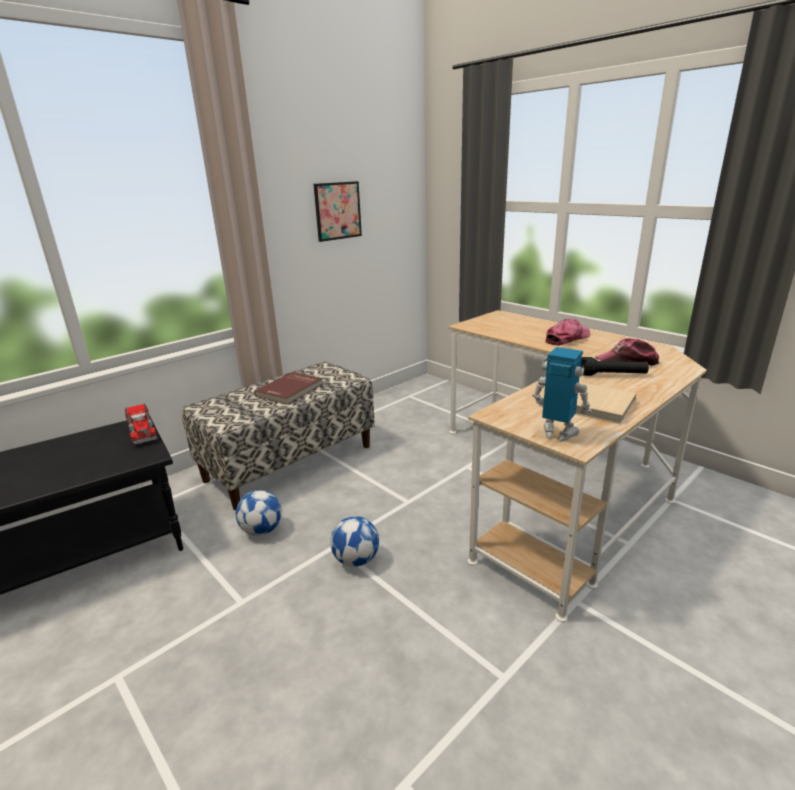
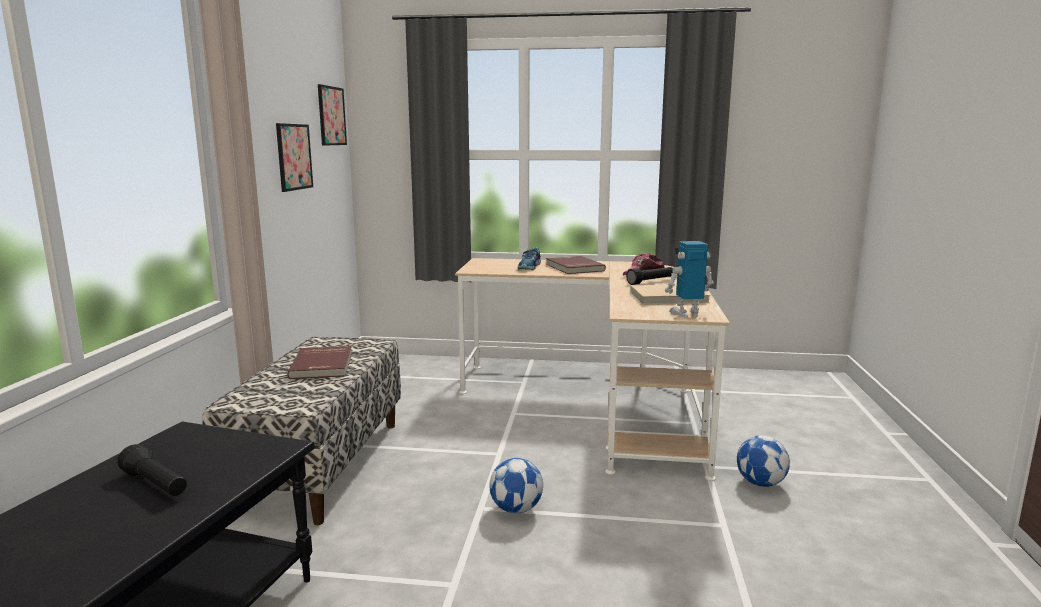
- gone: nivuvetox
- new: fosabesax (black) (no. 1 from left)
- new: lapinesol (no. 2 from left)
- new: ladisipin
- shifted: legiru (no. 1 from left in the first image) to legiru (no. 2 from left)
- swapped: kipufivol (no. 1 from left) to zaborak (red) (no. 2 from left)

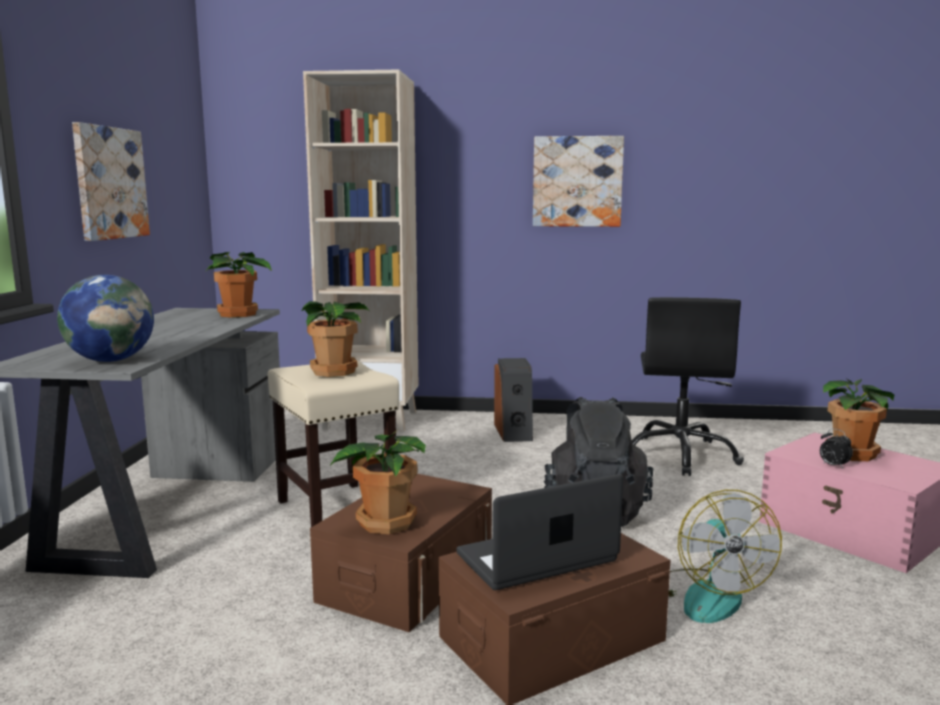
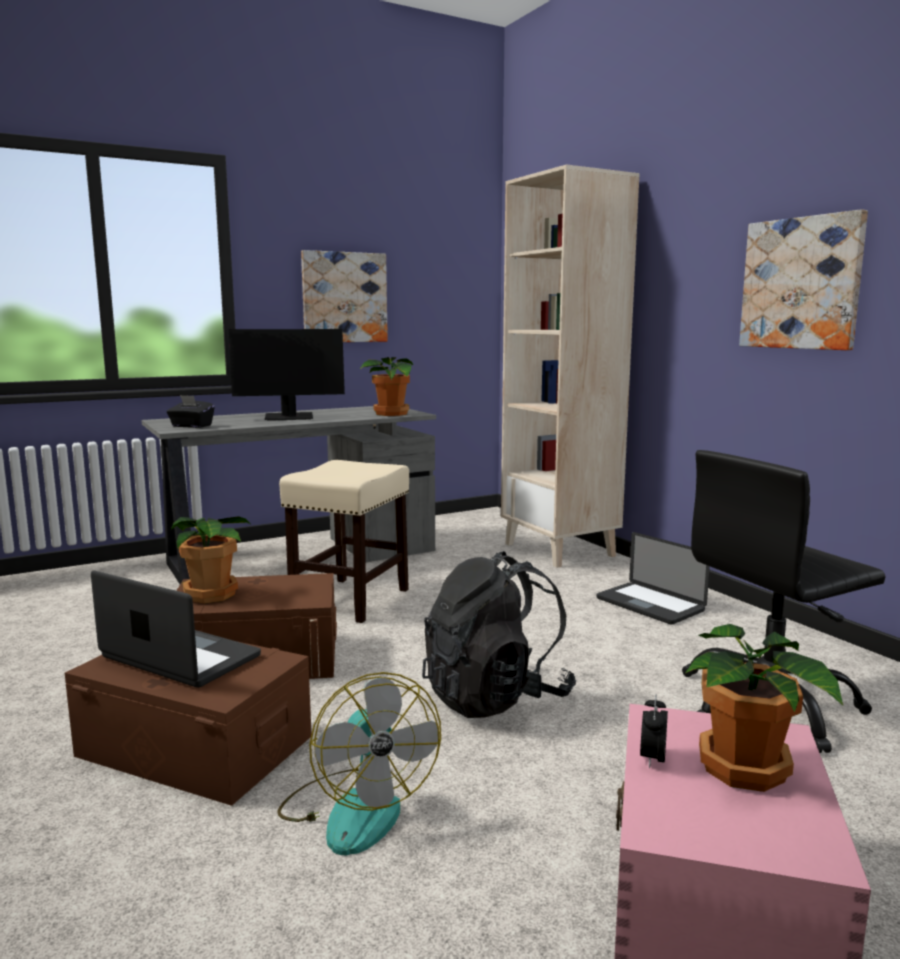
- gone: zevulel (no. 2 from left)
- new: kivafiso
- swapped: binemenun to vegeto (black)
- swapped: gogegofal to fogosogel (no. 2 from left)
- rotated: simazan 75 degrees counterclockwise

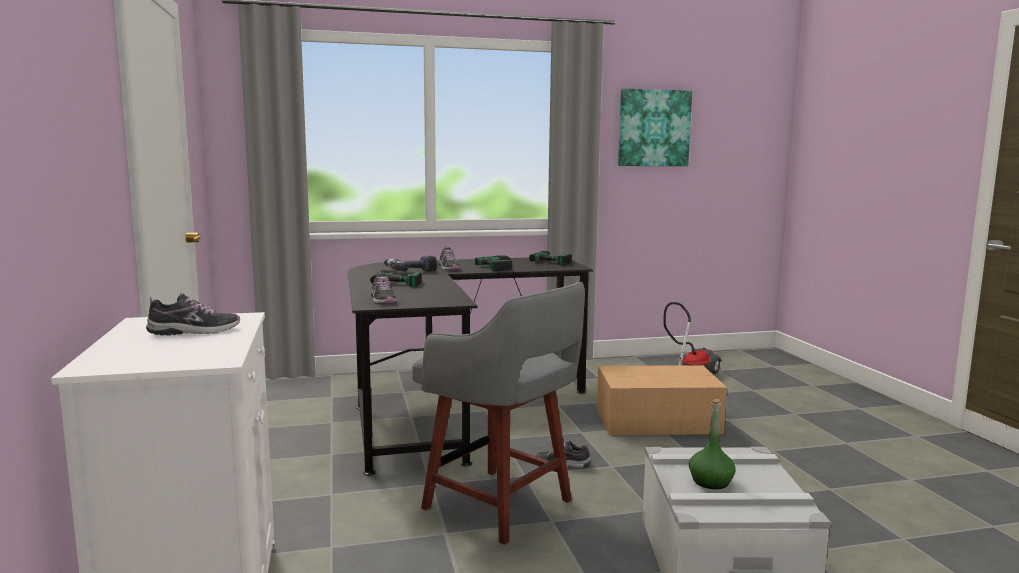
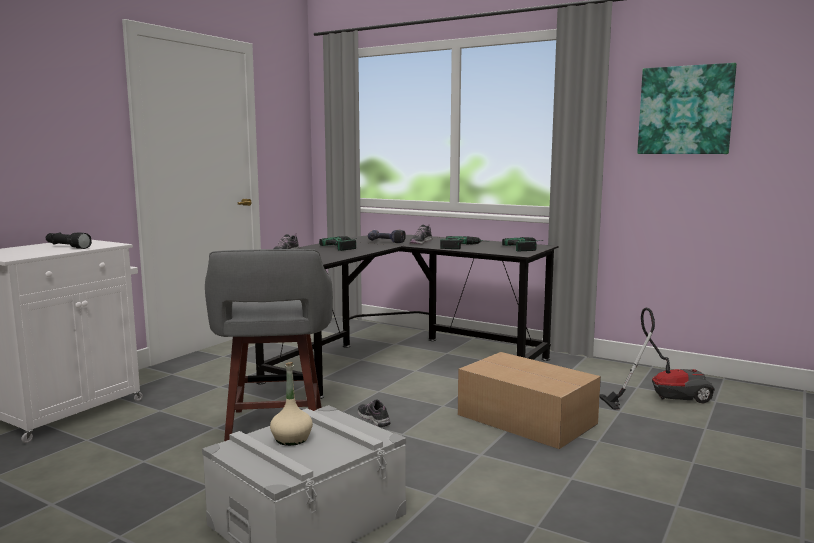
- swapped: ladisipin (no. 1 from left) to fosabesax (black)
- repainted: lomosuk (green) to lomosuk (beige)

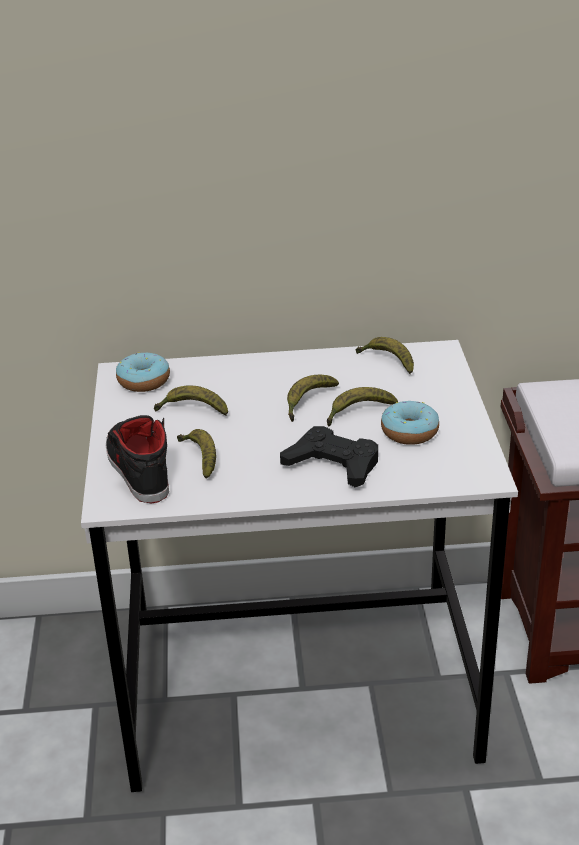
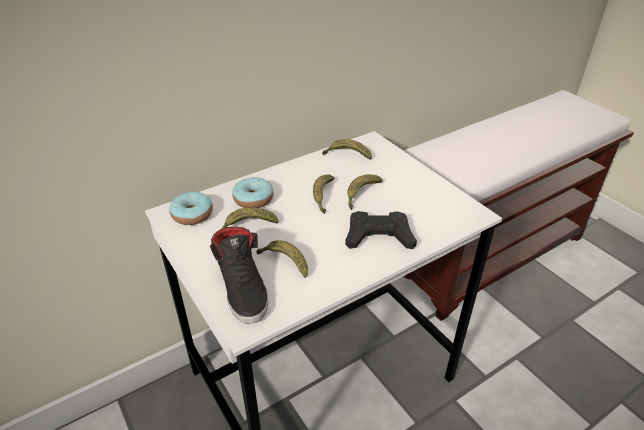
- shifted: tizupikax (no. 2 from left)
- rotated: ladisipin (black) 150 degrees counterclockwise

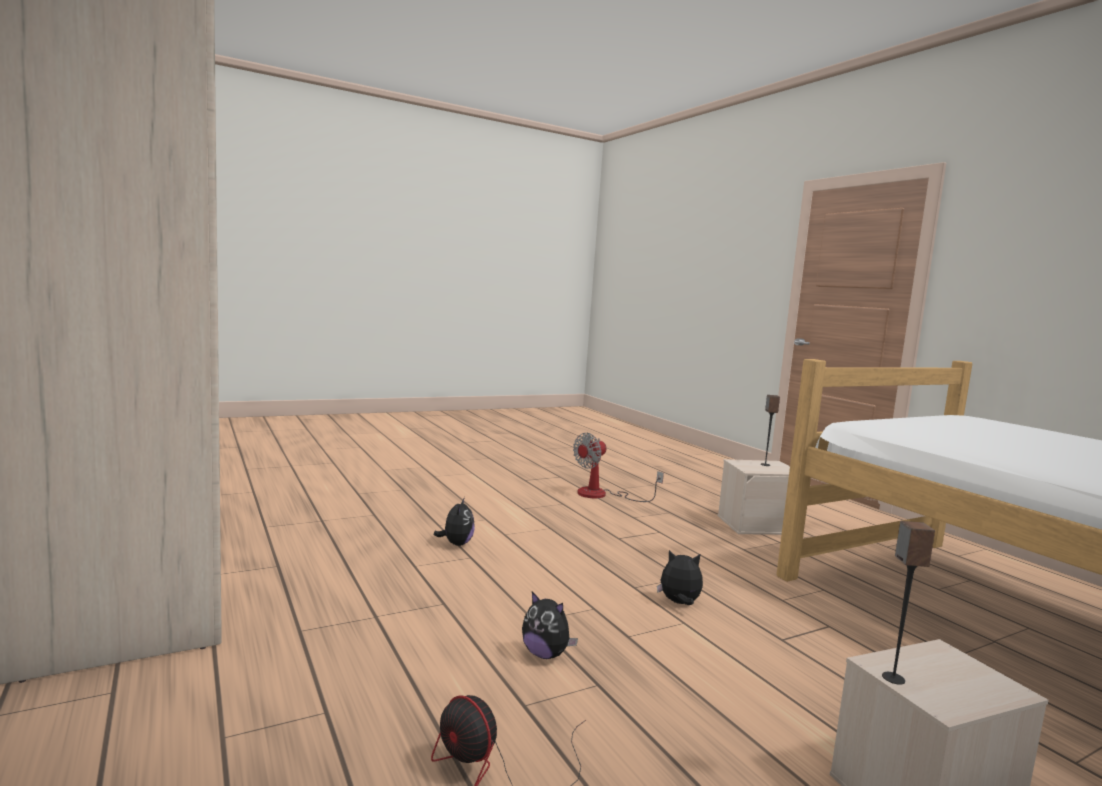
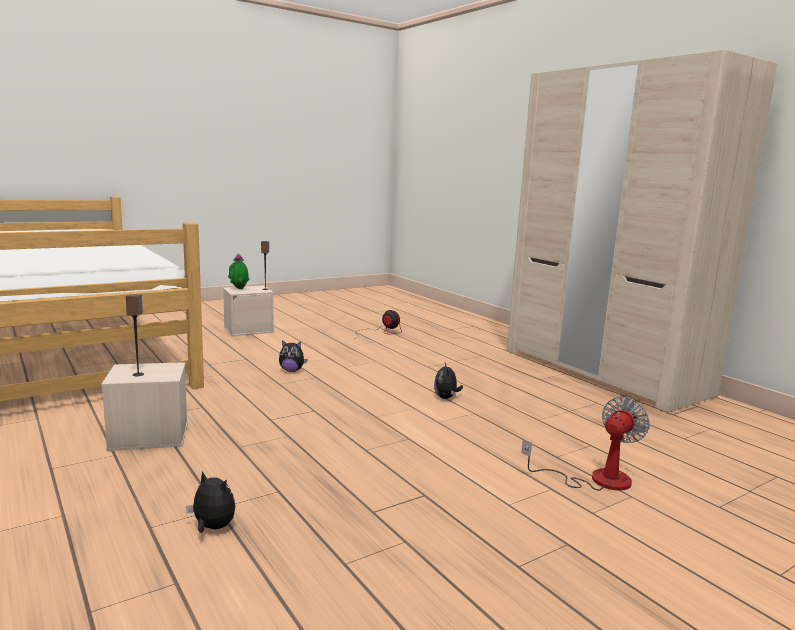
- new: zevulel
- shifted: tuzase (no. 2 from left in the first image) to tuzase (no. 1 from left)
- shifted: simazan (no. 2 from left)

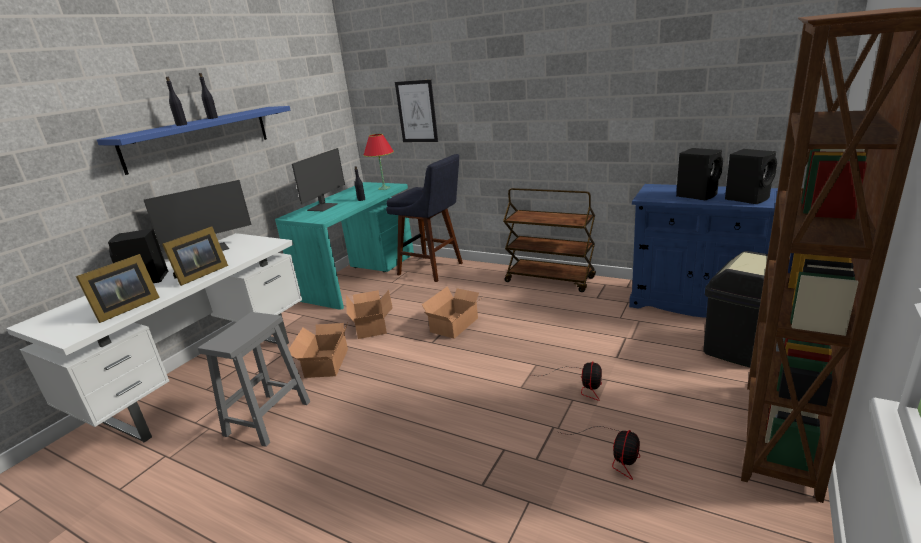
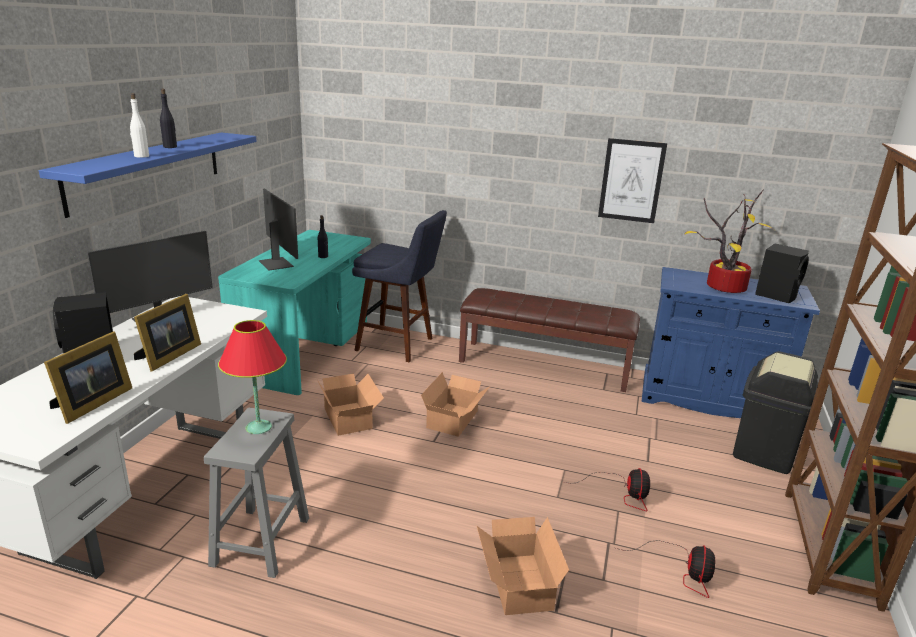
- shifted: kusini (no. 1 from left in the first image) to kusini (no. 3 from left)
- shifted: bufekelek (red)
- shifted: lapinesol
- swapped: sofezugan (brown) to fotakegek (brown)
- swapped: gogegofal (black) (no. 2 from left) to zevulel
- repainted: lomosuk (black) (no. 1 from left) to lomosuk (white)
- rotated: kivafiso (no. 2 from left) 45 degrees counterclockwise

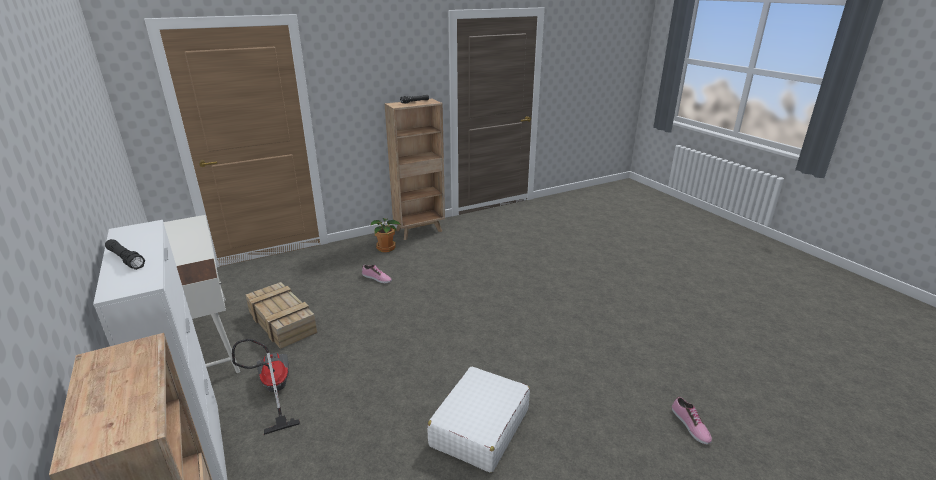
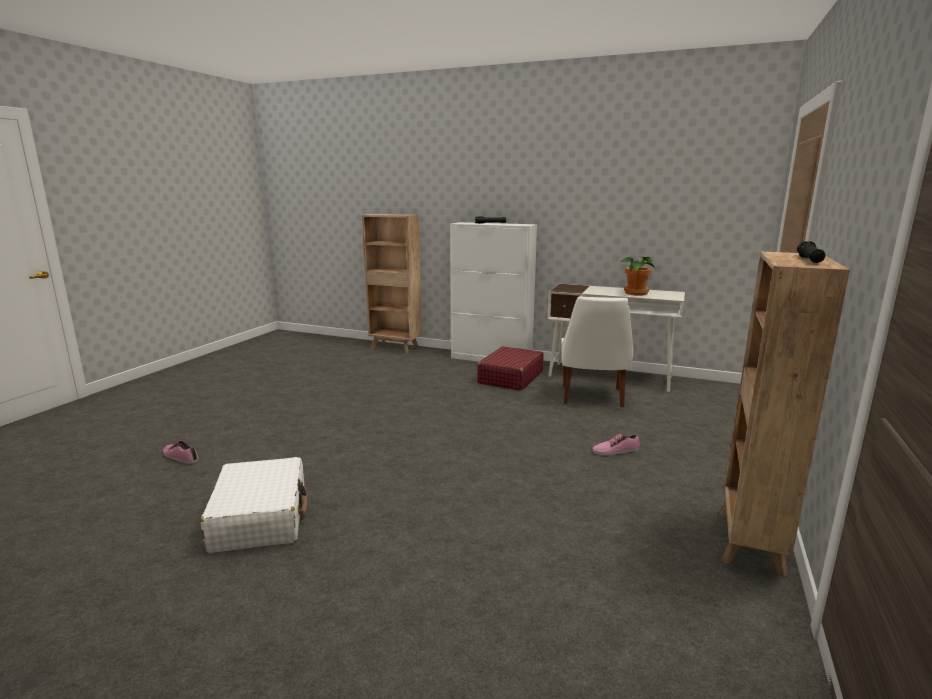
- shifted: zevulel
- shifted: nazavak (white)
- swapped: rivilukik to nazavak (red)
- swapped: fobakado to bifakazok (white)

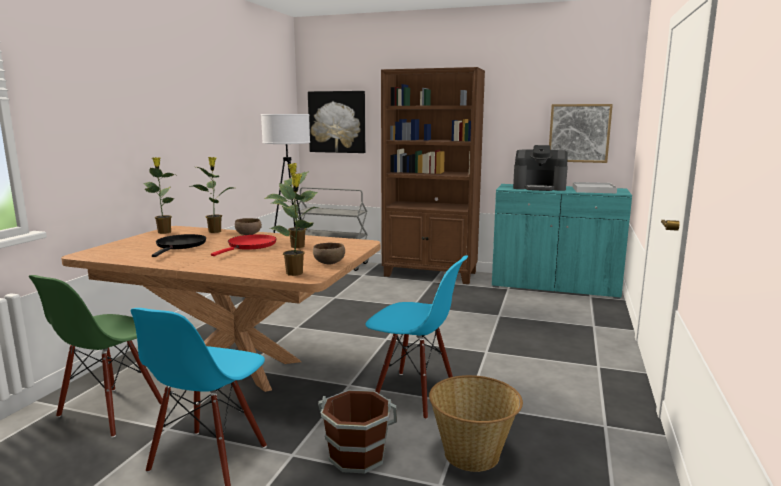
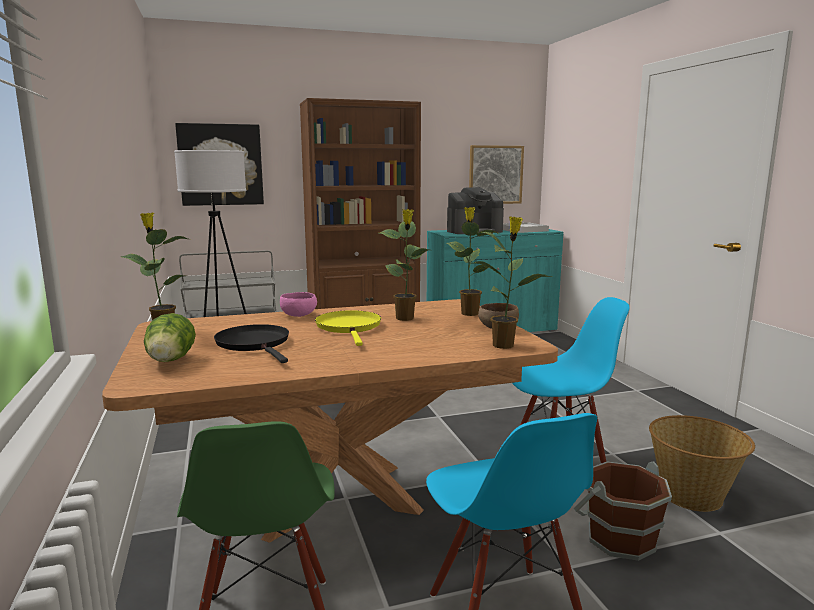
- new: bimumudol
- shifted: zevulel (no. 2 from left in the first image) to zevulel (no. 3 from left)
- repainted: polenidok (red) to polenidok (yellow)
- repainted: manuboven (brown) (no. 1 from left) to manuboven (pink)

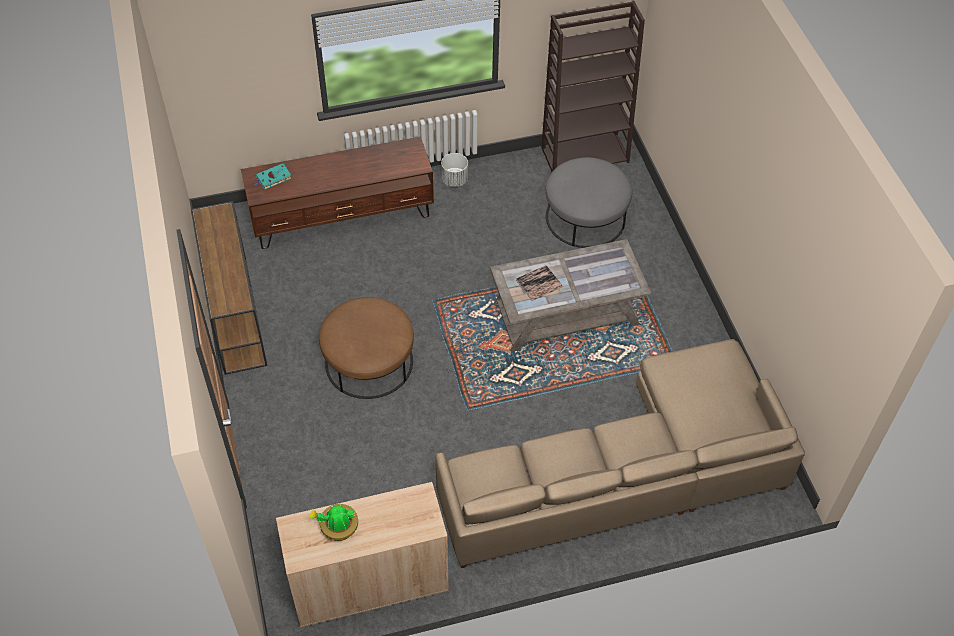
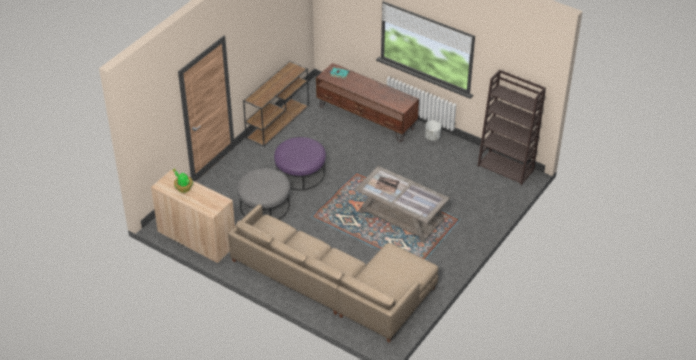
- shifted: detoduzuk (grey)
- repainted: detoduzuk (brown) to detoduzuk (purple)

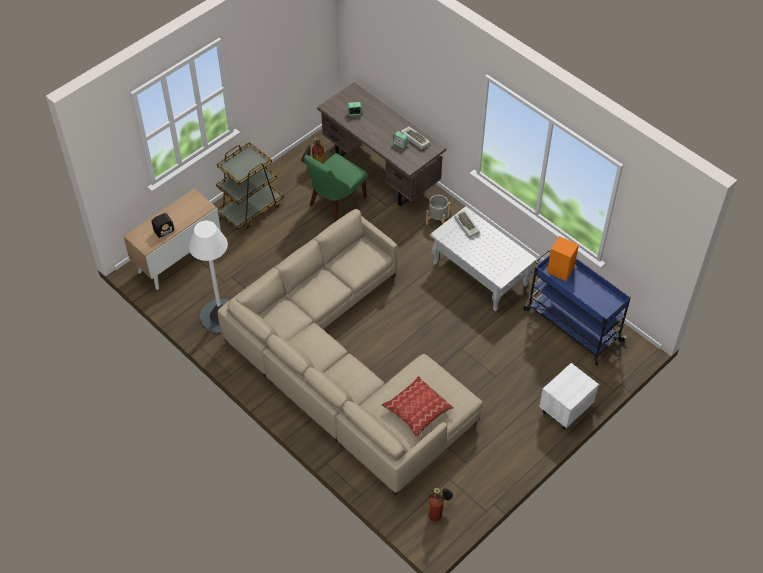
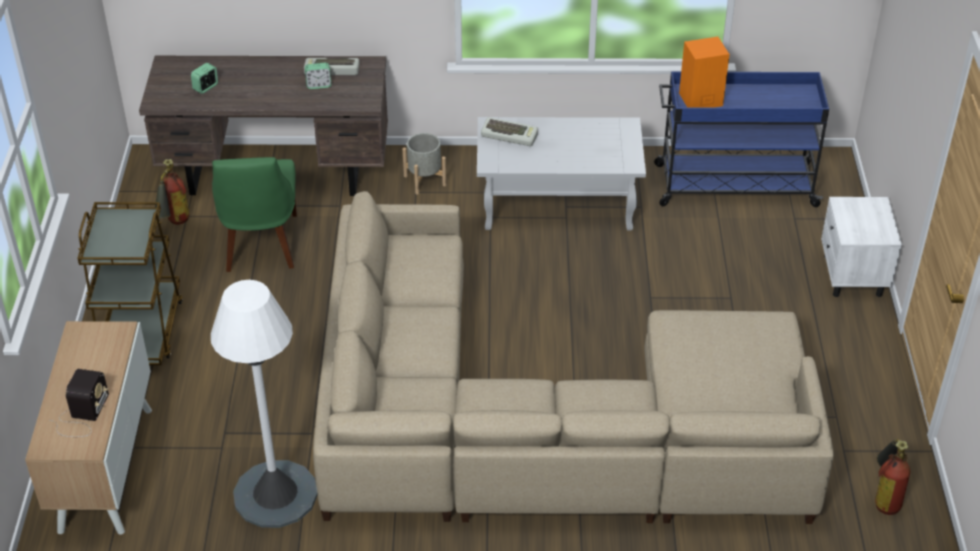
- gone: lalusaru

